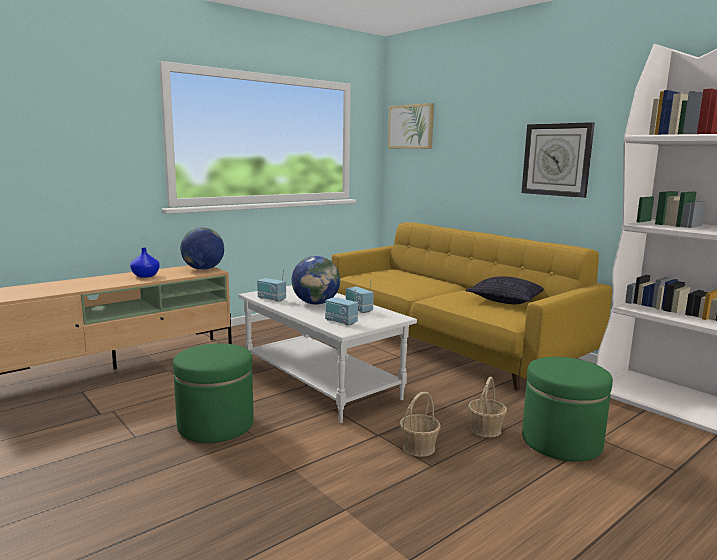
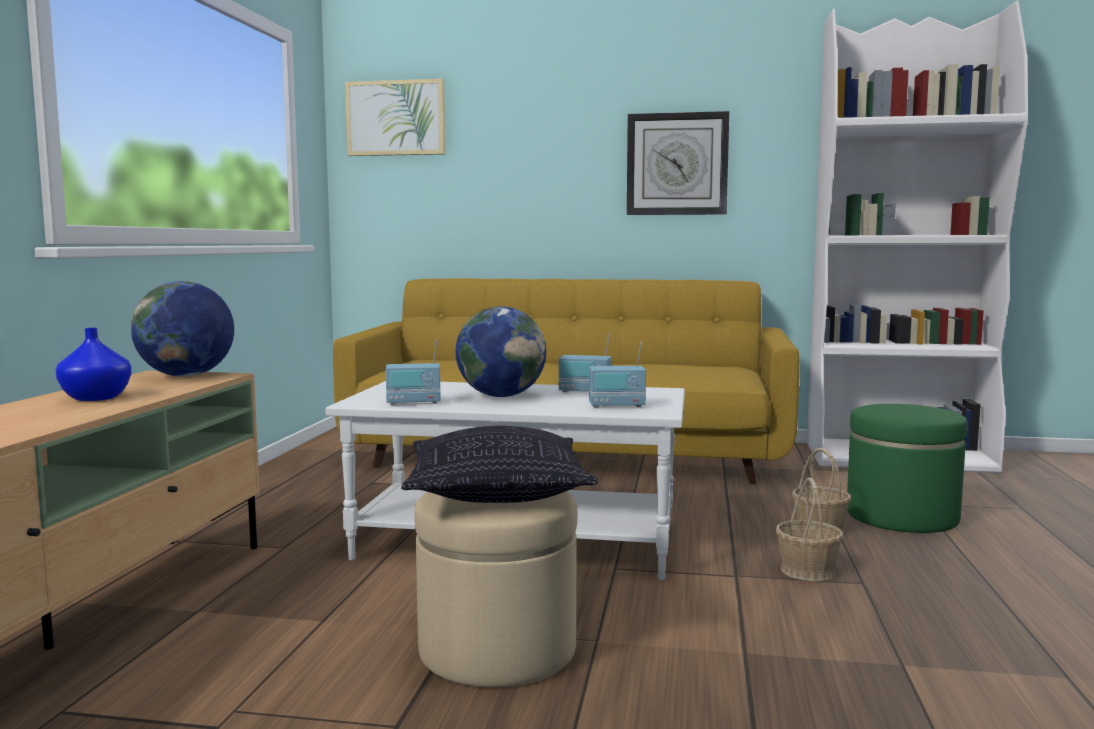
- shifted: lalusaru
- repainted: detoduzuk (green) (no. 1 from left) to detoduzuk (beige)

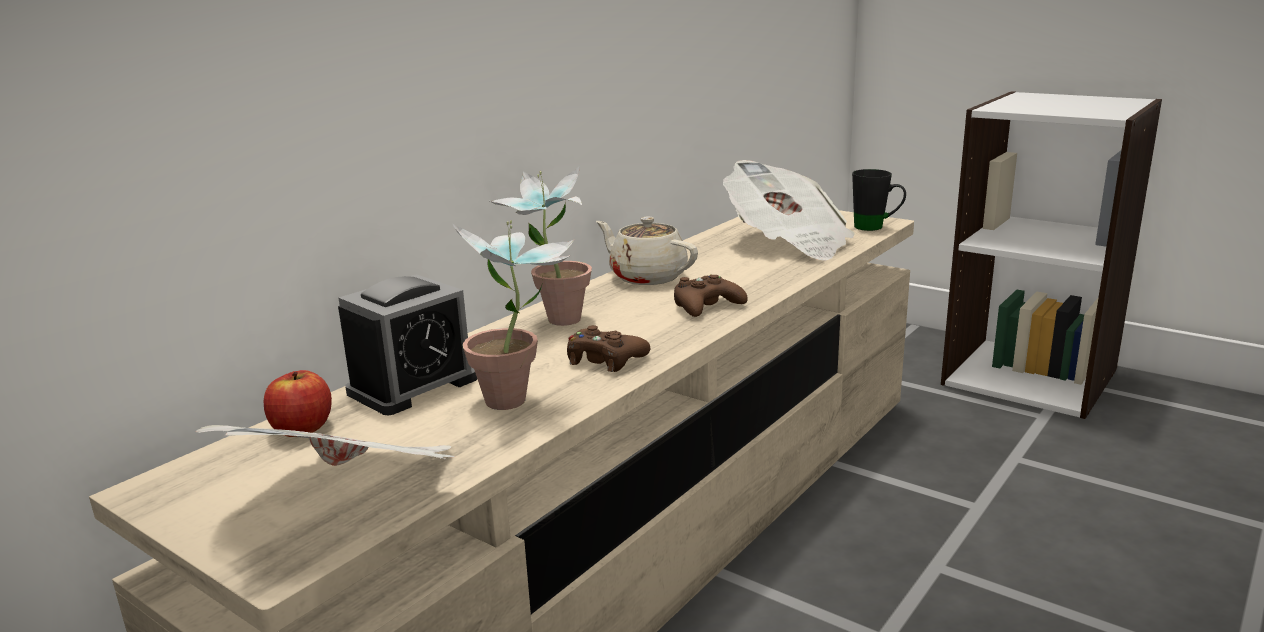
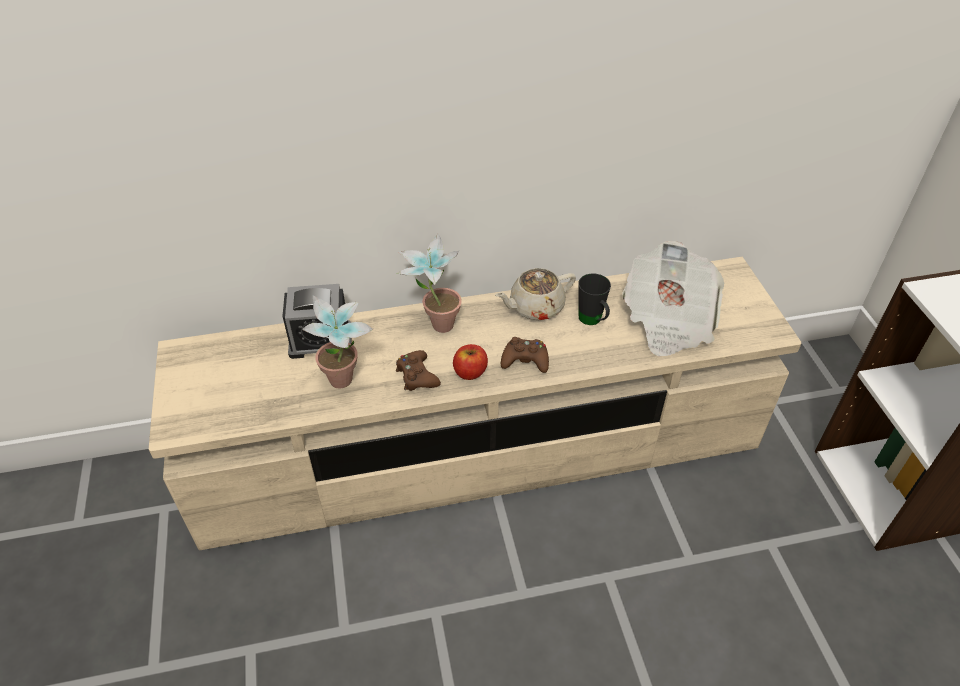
- gone: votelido (no. 1 from left)
- shifted: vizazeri
- shifted: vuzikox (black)
- rotated: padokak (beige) 105 degrees counterclockwise

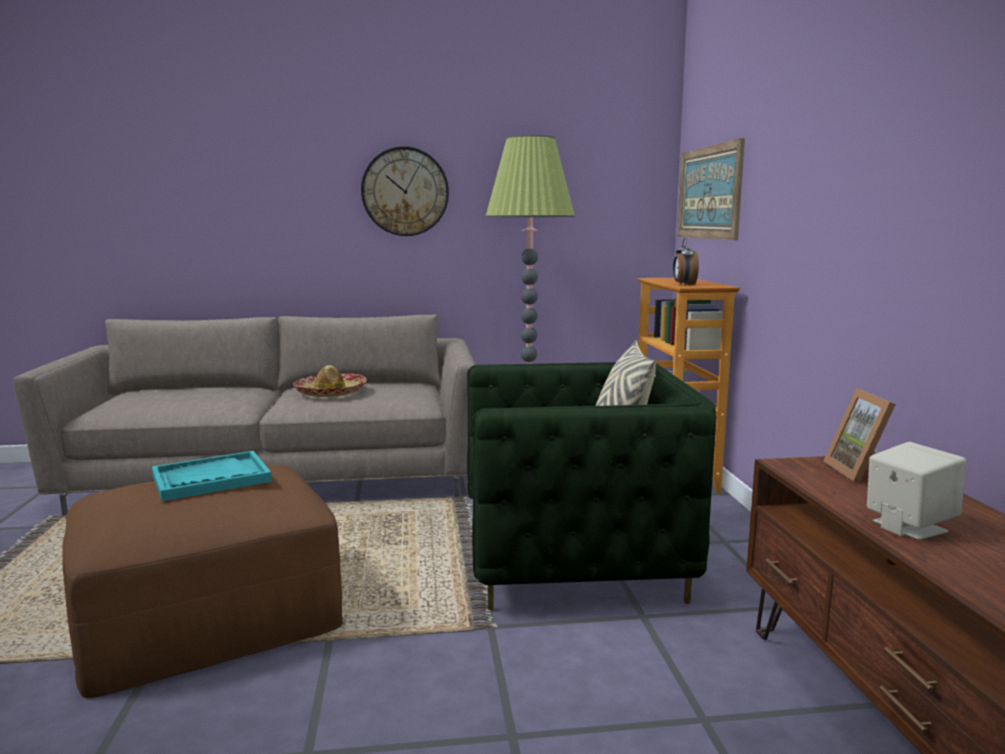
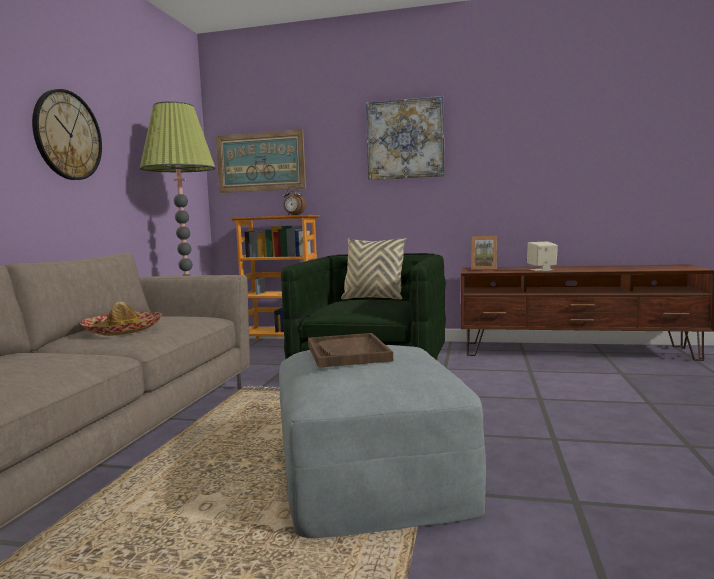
- new: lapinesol (no. 2 from left)
- repainted: detoduzuk (brown) to detoduzuk (grey)
- repainted: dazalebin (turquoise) to dazalebin (brown)

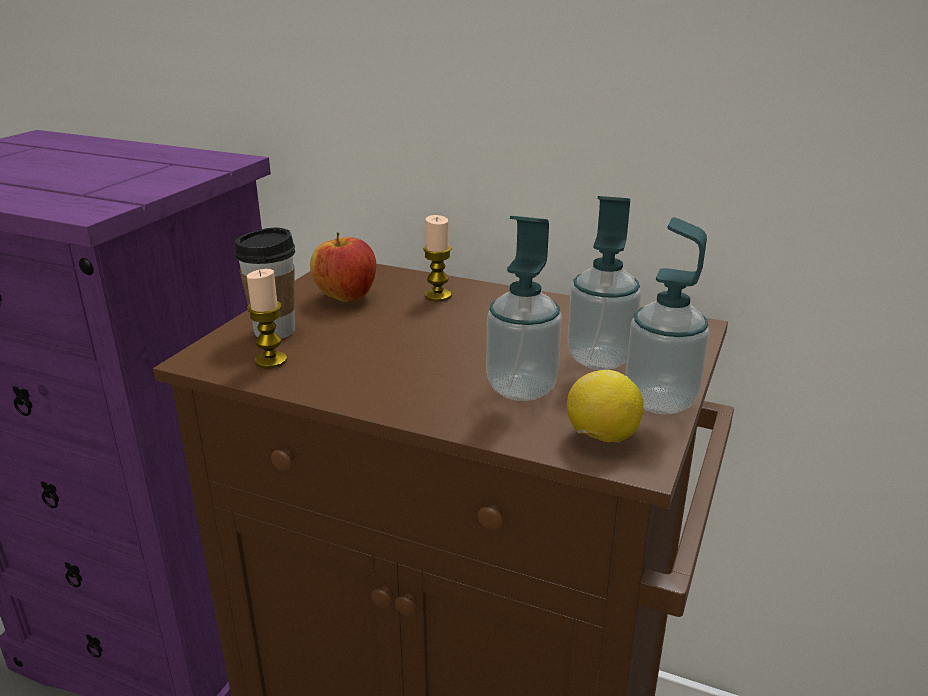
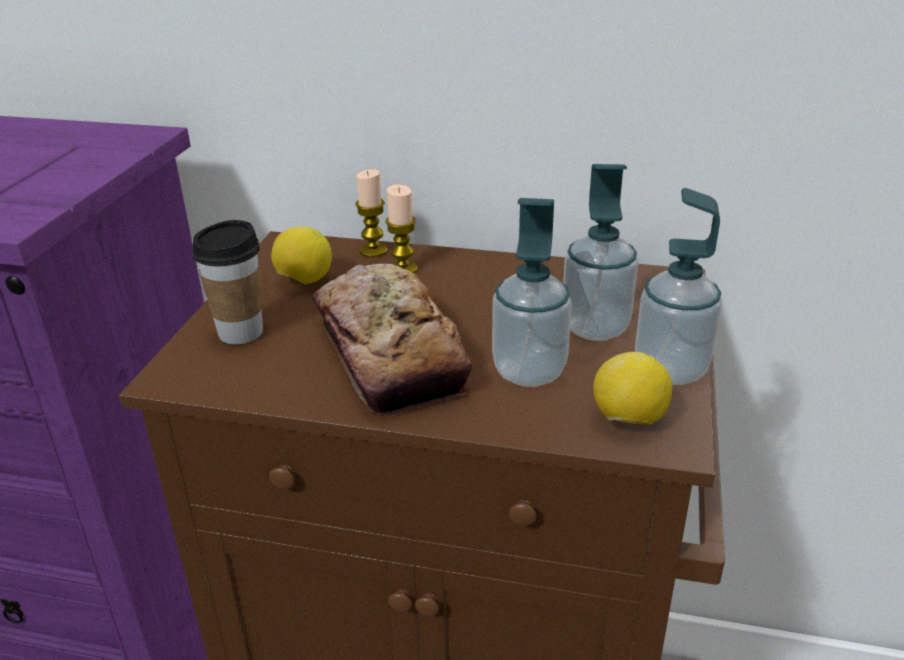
- new: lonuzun
- shifted: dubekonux (no. 1 from left)
- swapped: vizazeri to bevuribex (no. 1 from left)

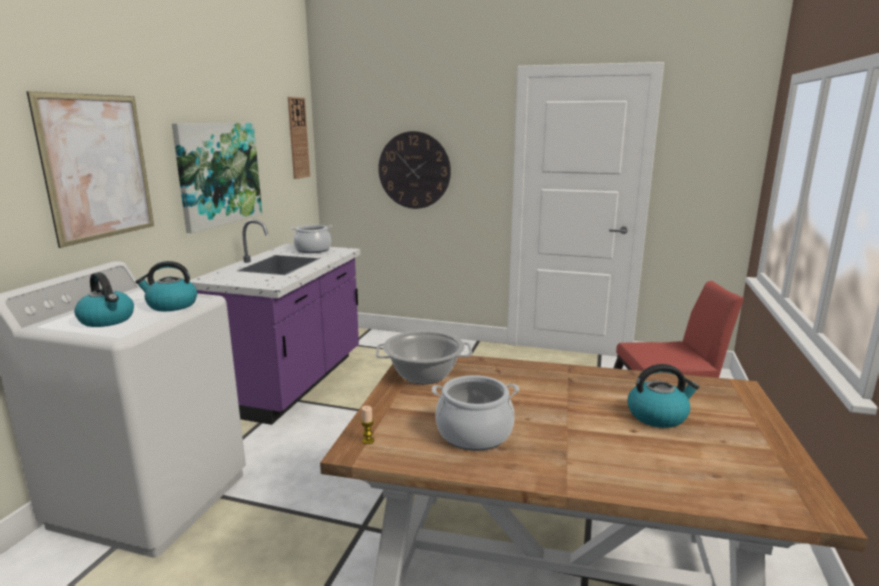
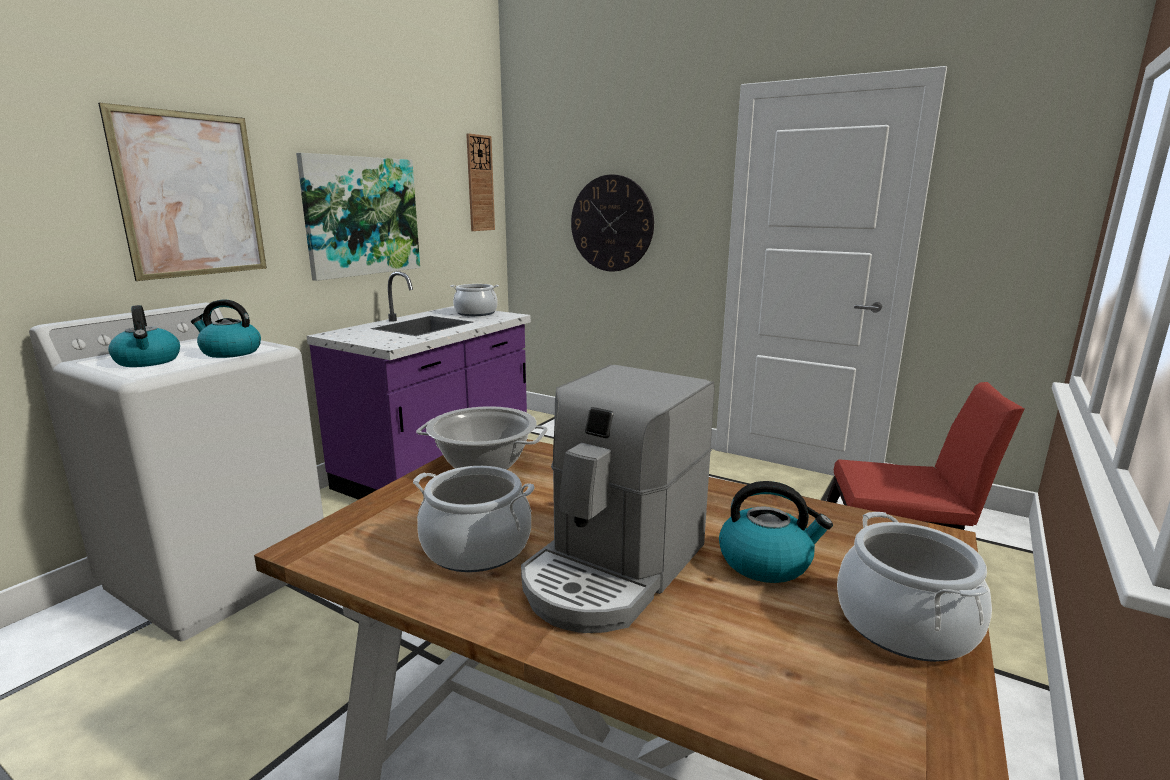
- gone: dubekonux
- new: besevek
- new: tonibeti (no. 4 from left)

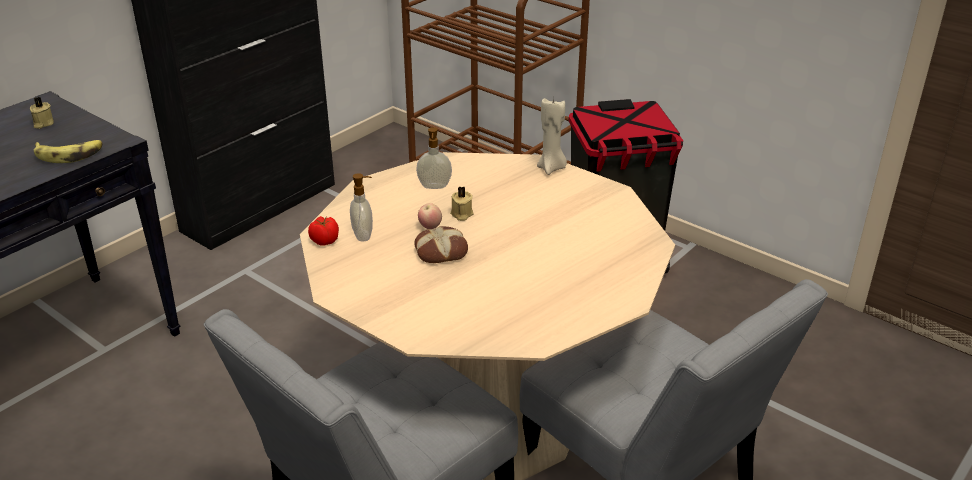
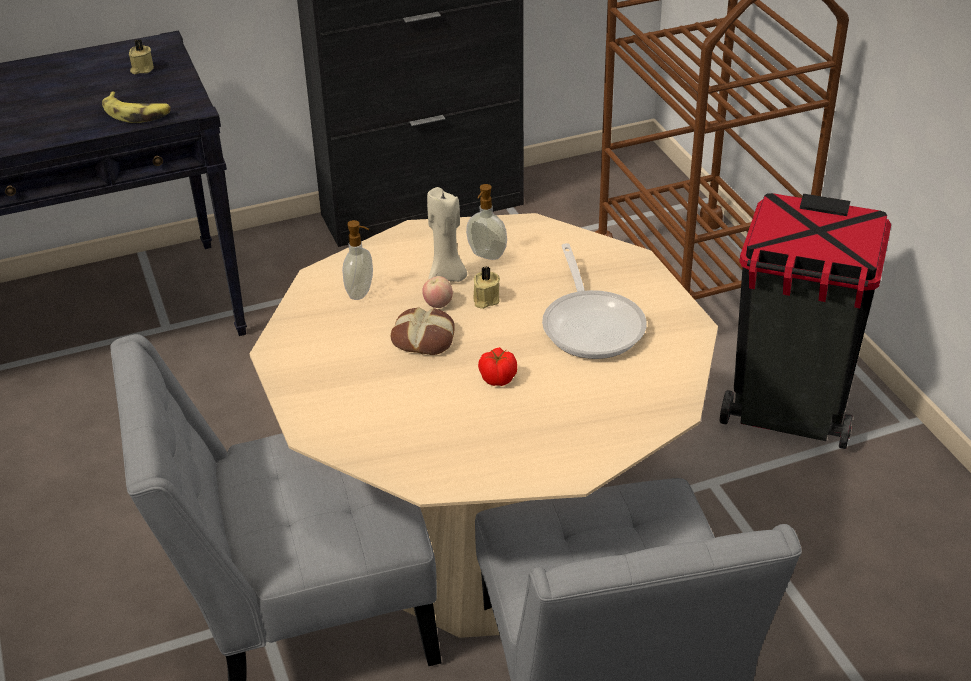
- new: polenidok
- shifted: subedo
- shifted: dubekonux (beige) (no. 3 from left in the first image) to dubekonux (beige) (no. 2 from left)

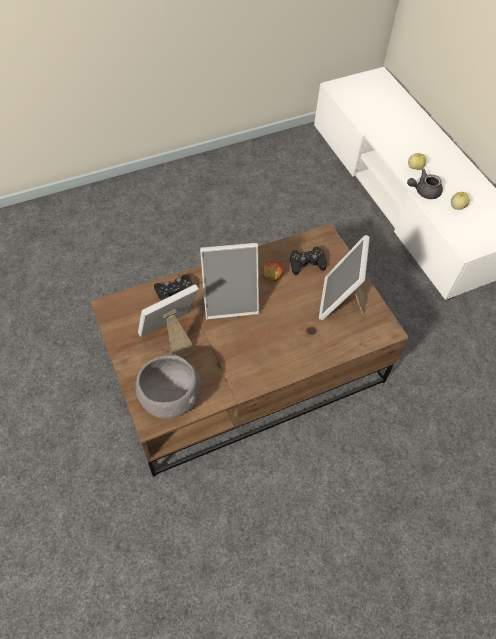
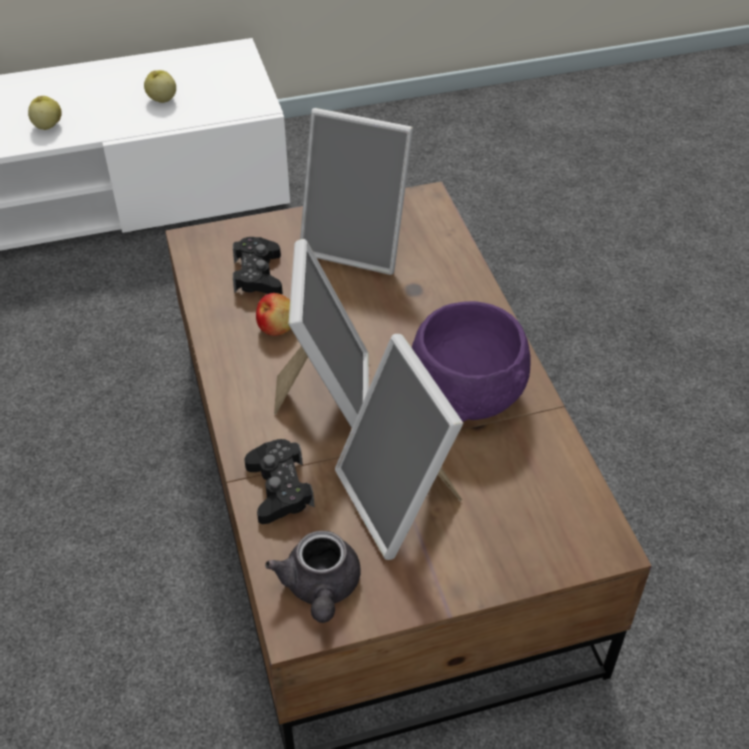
- gone: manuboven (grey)
- new: manuboven (purple)
- shifted: padokak (grey)

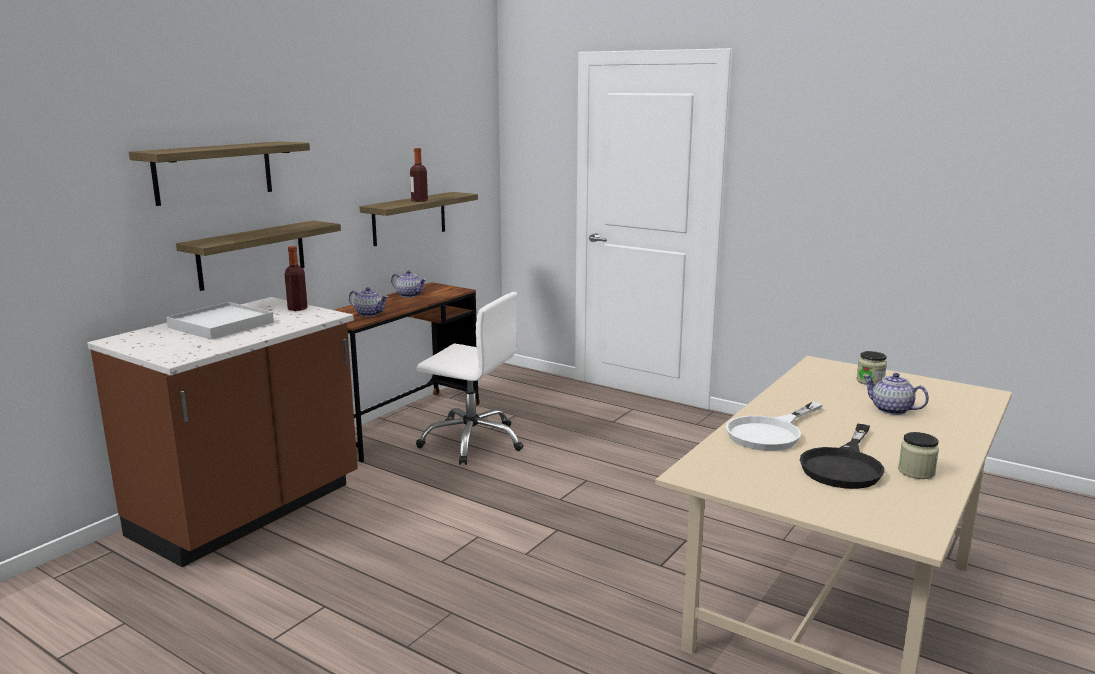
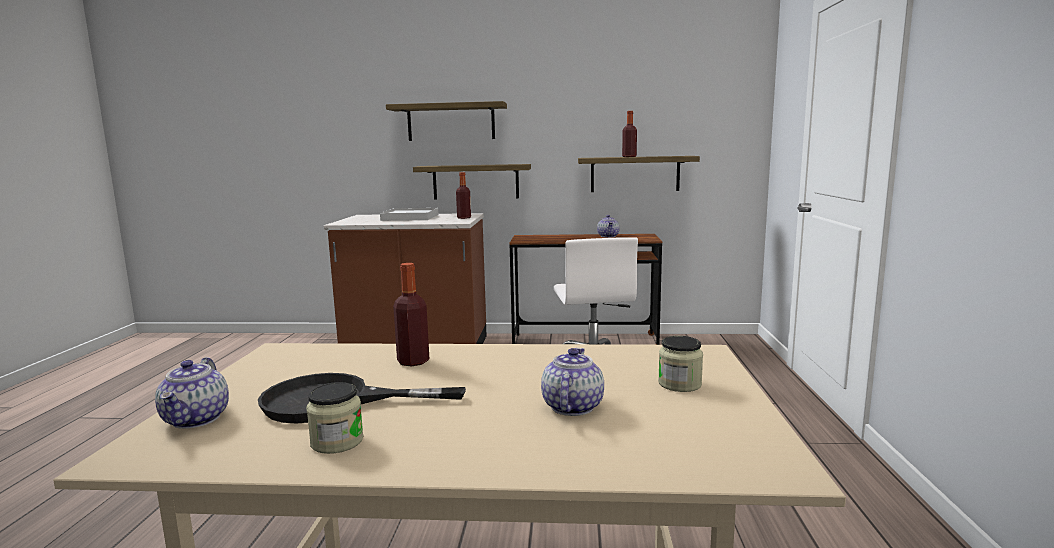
- shifted: padokak (no. 1 from left)
- swapped: polenidok (white) to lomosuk (no. 1 from left)

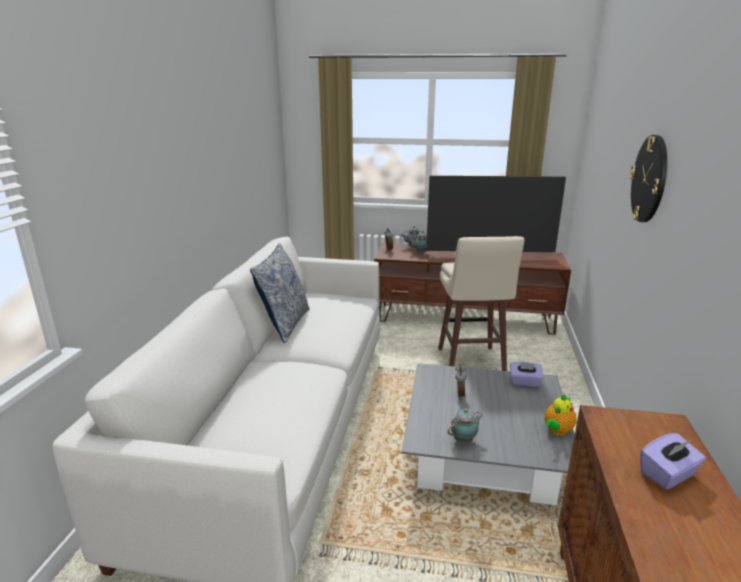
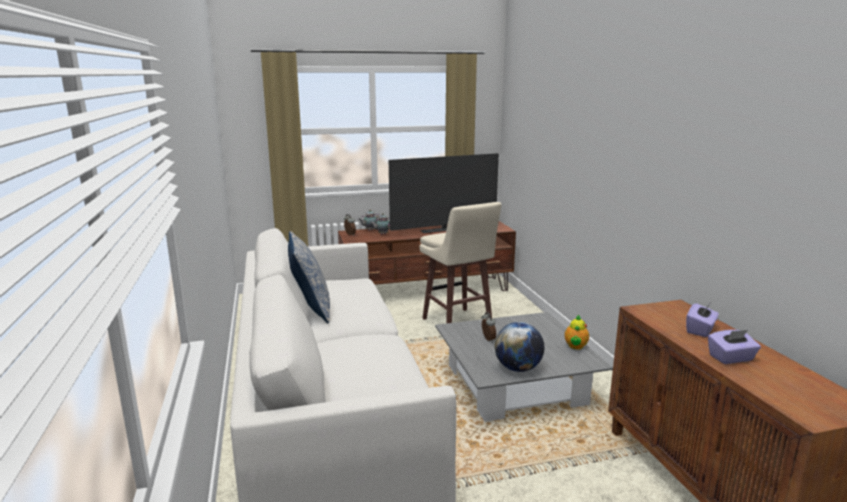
- gone: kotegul
- shifted: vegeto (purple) (no. 1 from left in the first image) to vegeto (purple) (no. 2 from left)
- swapped: padokak (no. 3 from left) to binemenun

